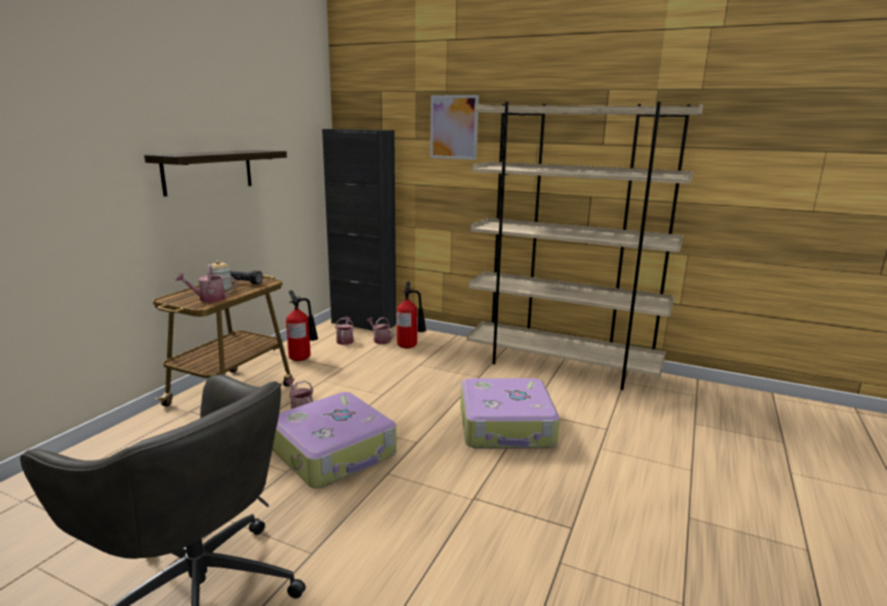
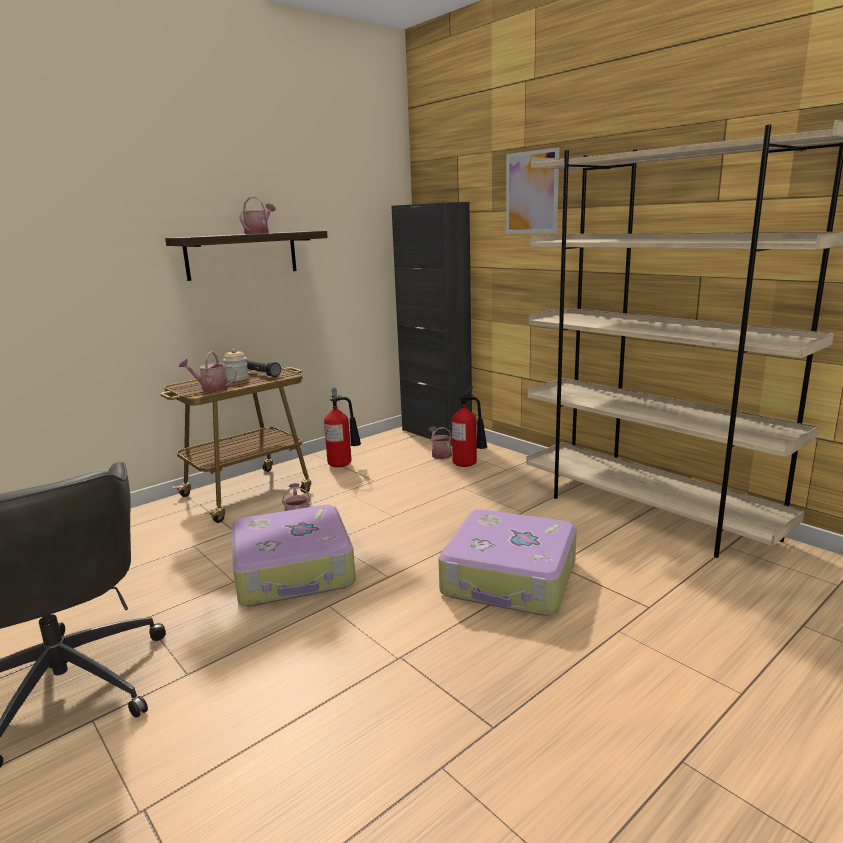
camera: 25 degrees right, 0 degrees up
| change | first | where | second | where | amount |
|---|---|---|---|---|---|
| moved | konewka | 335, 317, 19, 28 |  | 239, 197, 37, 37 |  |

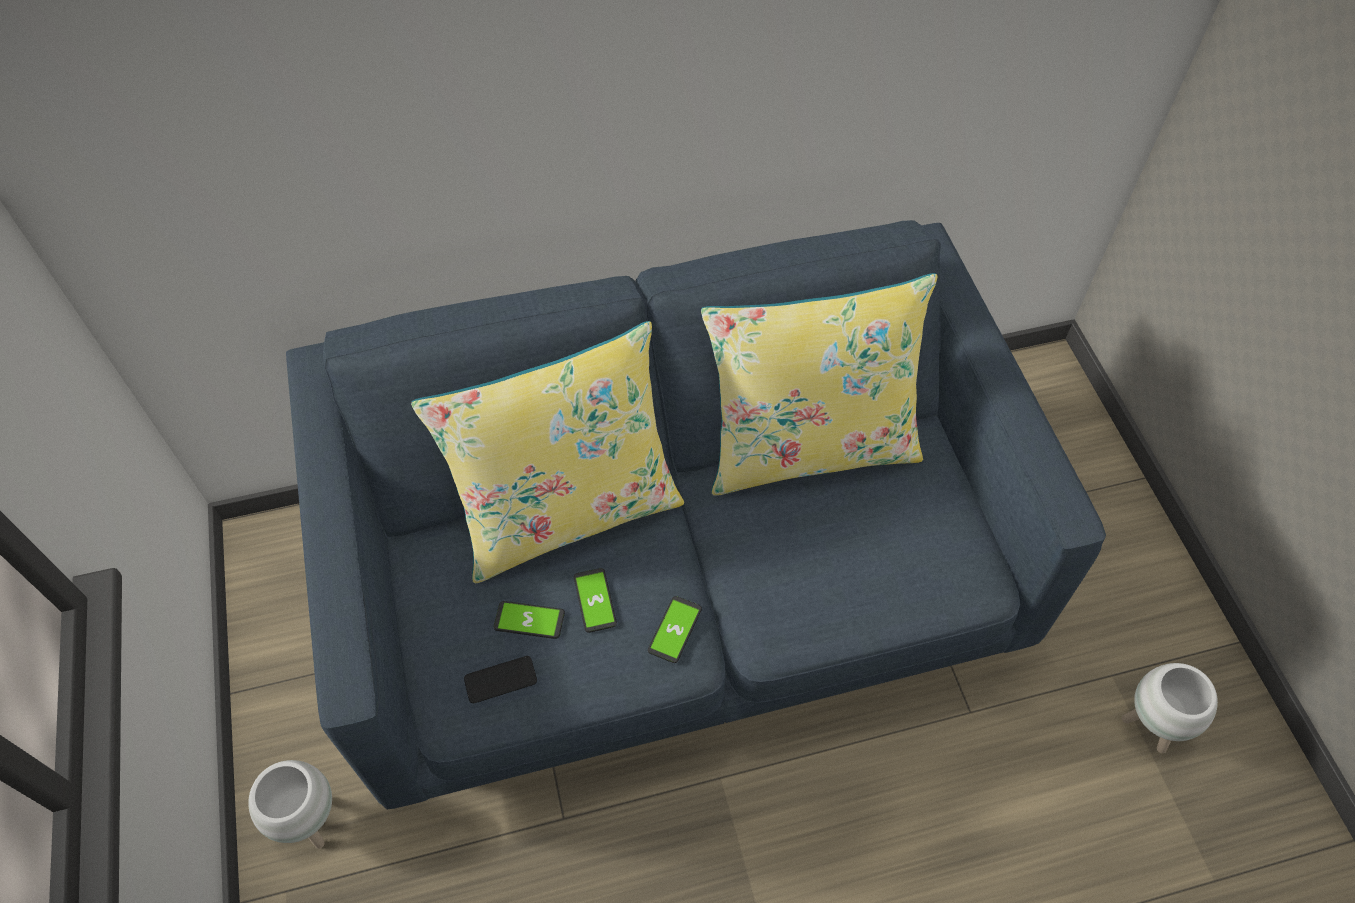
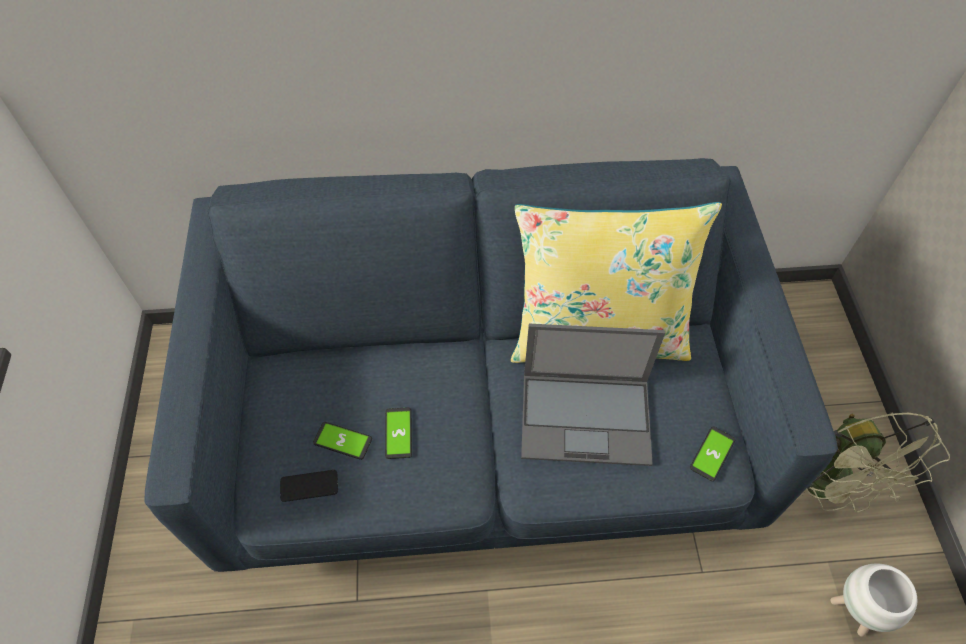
camera: 10 degrees right, 0 degrees up
| change | first | where | second | where | amount |
|---|---|---|---|---|---|
| removed | poduszka/żółty | 411, 321, 273, 262 |  |  |  |
| moved | telefon | 648, 596, 54, 67 |  | 690, 427, 45, 54 |  |
| removed | donica/biały | 248, 760, 84, 89 |  |  |  |
| added |  |  | laptop | 521, 324, 144, 142 |  |
| added |  |  | wentylator/zielony | 797, 413, 153, 99 |  |

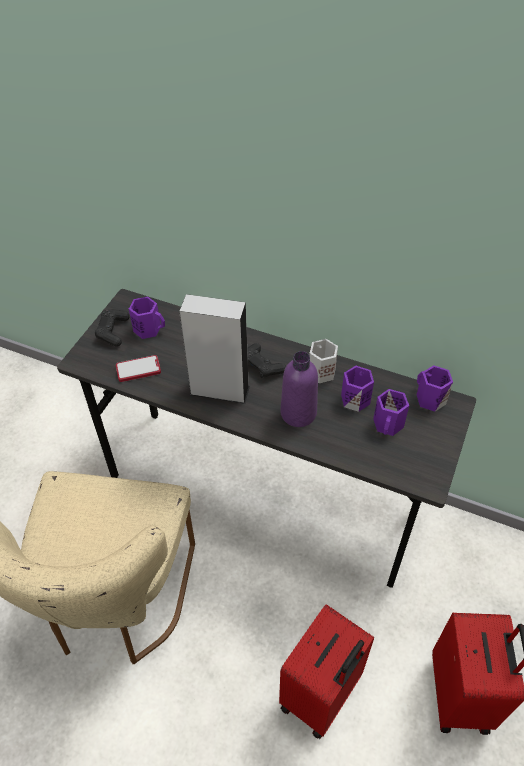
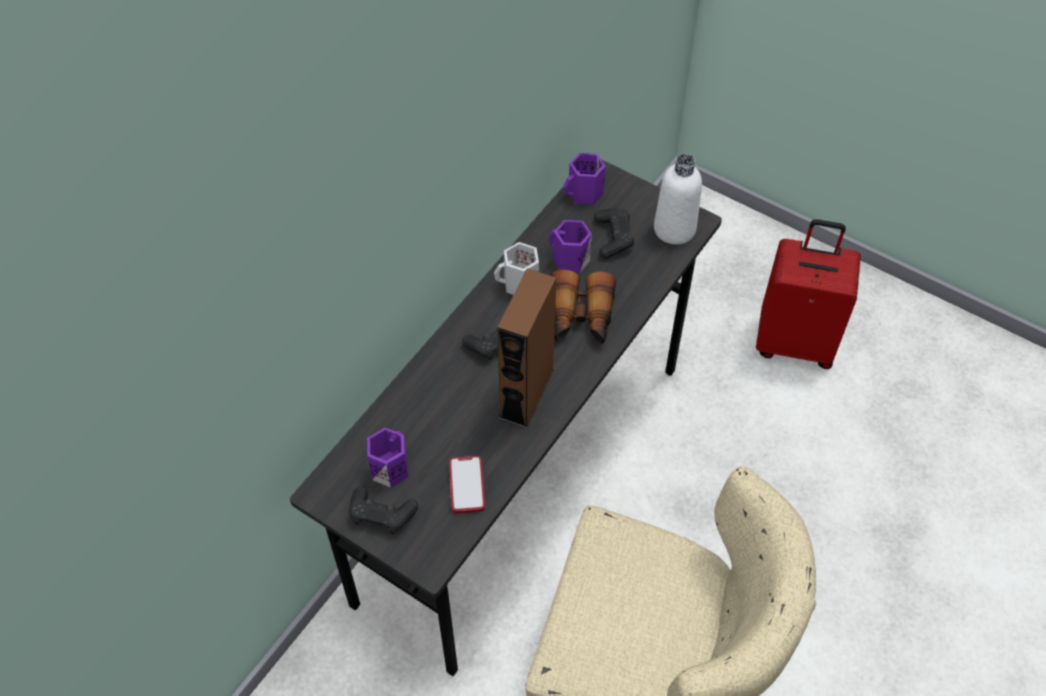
camera: 80 degrees left, 5 degrees up
| change | first | where | second | where | amount |
|---|---|---|---|---|---|
| recoloured | głośnik/szary | 179, 294, 71, 110 | głośnik/brązowy | 497, 268, 59, 161 |  |
| replaced | butelka/fioletowy | 280, 351, 38, 76 | lornetka | 550, 270, 66, 74 |  |
| replaced | kubek/fioletowy | 373, 389, 36, 47 | pad do gier/czarny | 594, 209, 40, 50 |  |
| removed | walizka/czerwony | 279, 604, 95, 135 |  |  |  |
| added |  |  | butelka/biały | 654, 154, 48, 91 |  |

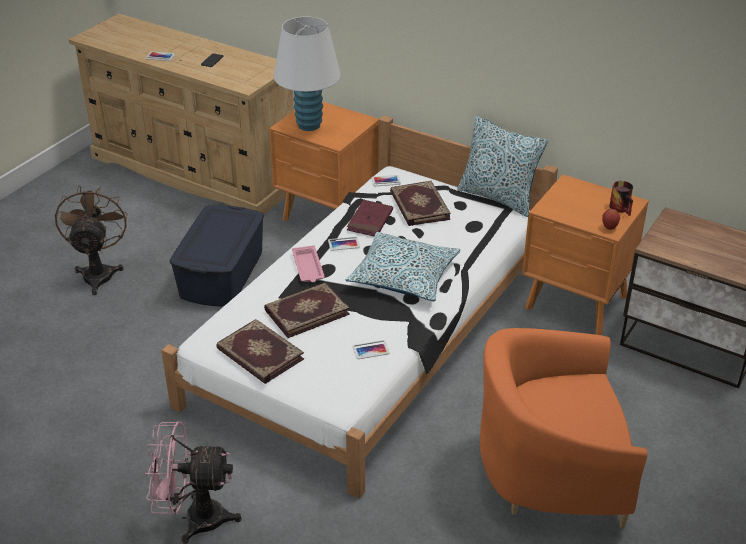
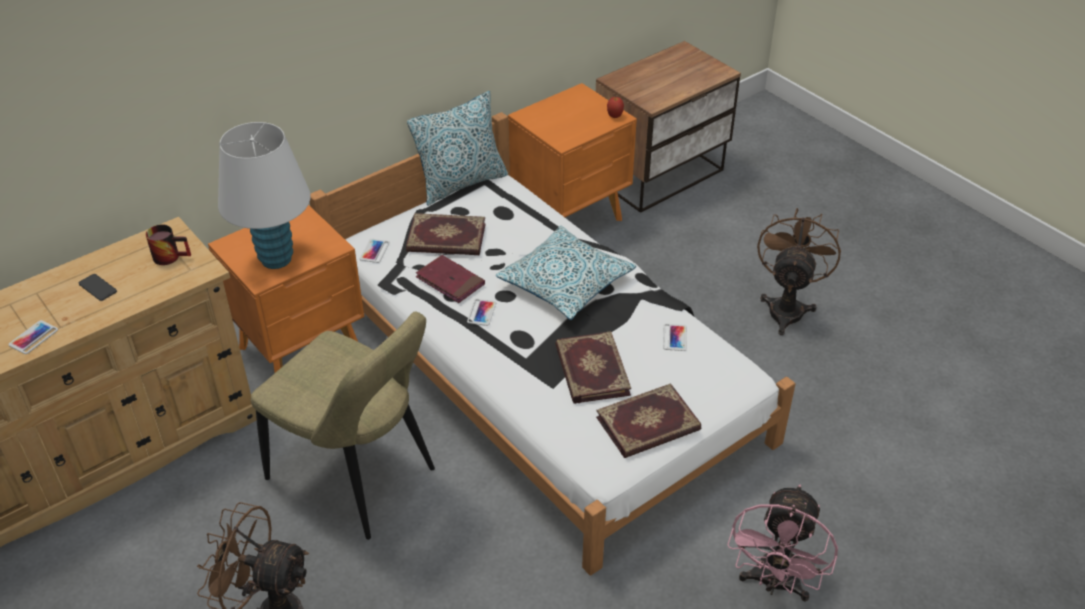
camera: 70 degrees left, 5 degrees up
| change | first | where | second | where | amount |
|---|---|---|---|---|---|
| moved | kubek | 610, 181, 23, 35 |  | 146, 225, 45, 40 |  |
| replaced | pojemnik do przechowywania/niebieski | 170, 205, 94, 102 | krzesło/beżowy | 251, 311, 184, 229 |  |
| removed | taca/różowy | 292, 245, 33, 37 |  |  |  |
| replaced | fotel/pomarańczowy | 480, 328, 168, 200 | wentylator/brązowy | 757, 208, 84, 127 |  |

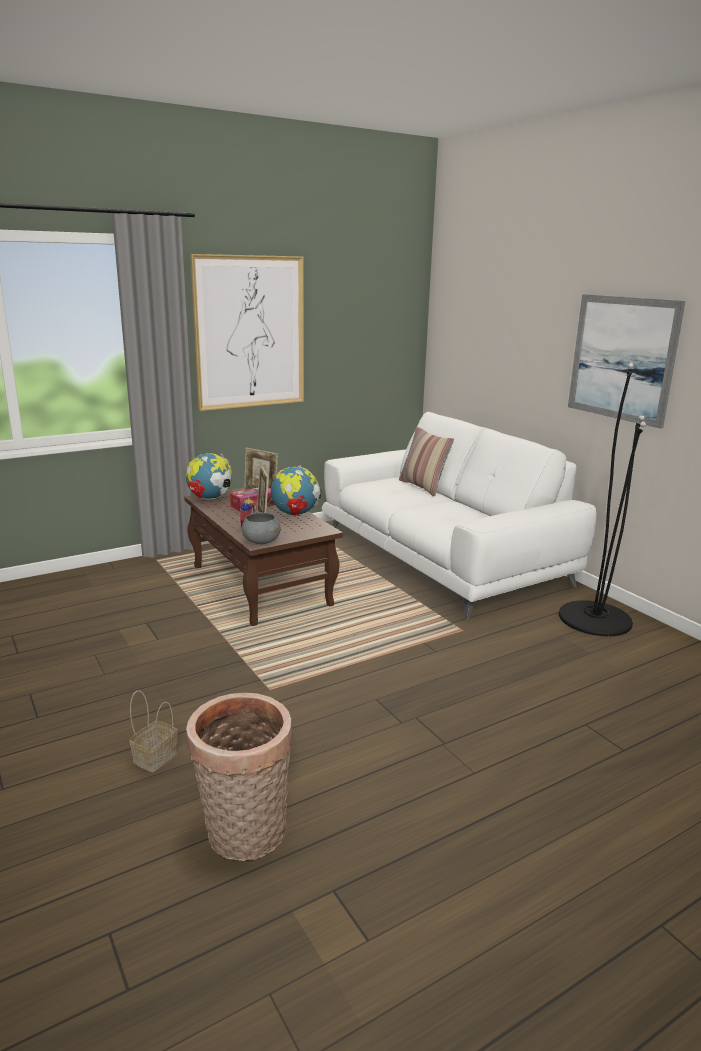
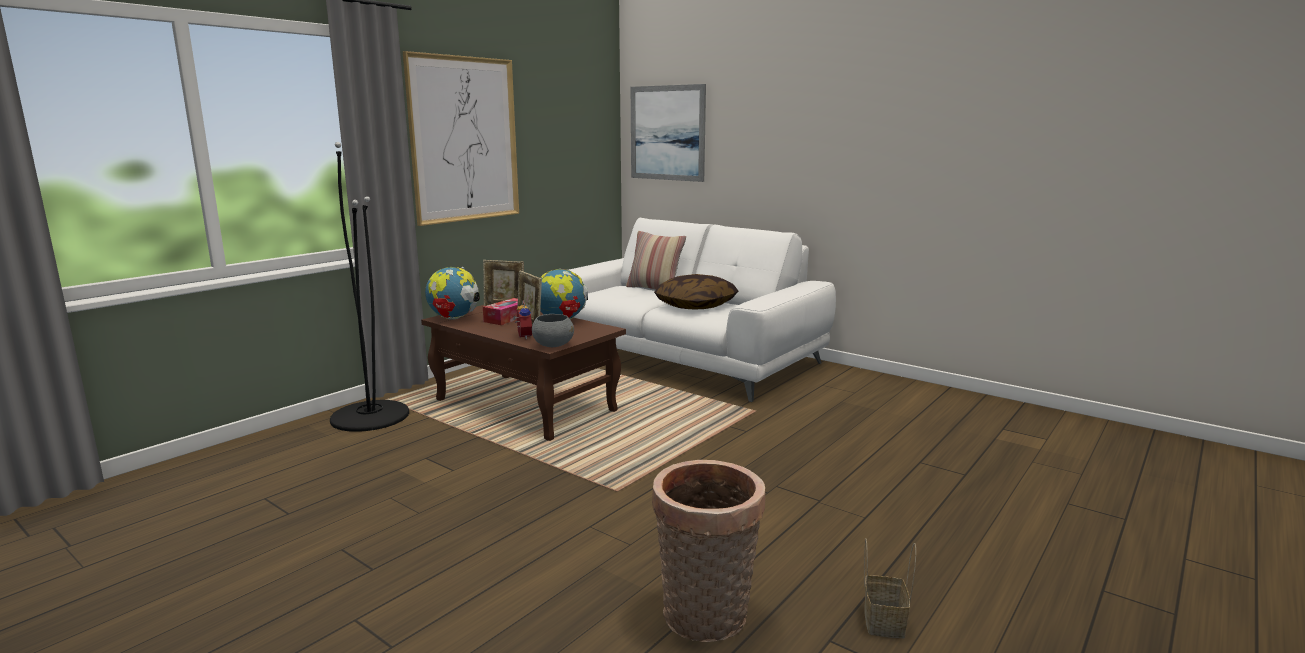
camera: 20 degrees left, 5 degrees down
| change | first | where | second | where | amount |
|---|---|---|---|---|---|
| moved | obraz | 568, 294, 117, 135 |  | 631, 84, 75, 98 |  |
| moved | lampa stojąca/czarny | 559, 363, 87, 273 |  | 330, 142, 79, 290 |  |
| moved | koszyk | 129, 690, 49, 82 |  | 864, 538, 52, 100 |  |
| added |  |  | poduszka | 654, 274, 84, 36 |  |

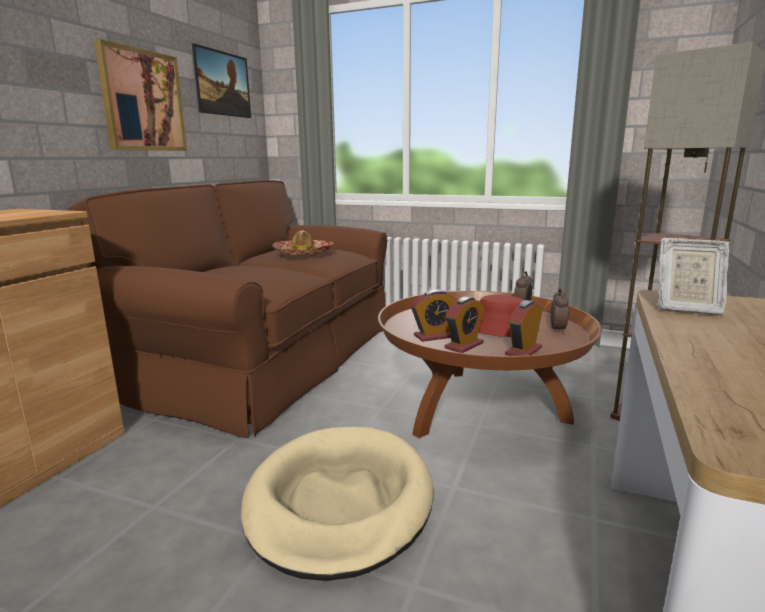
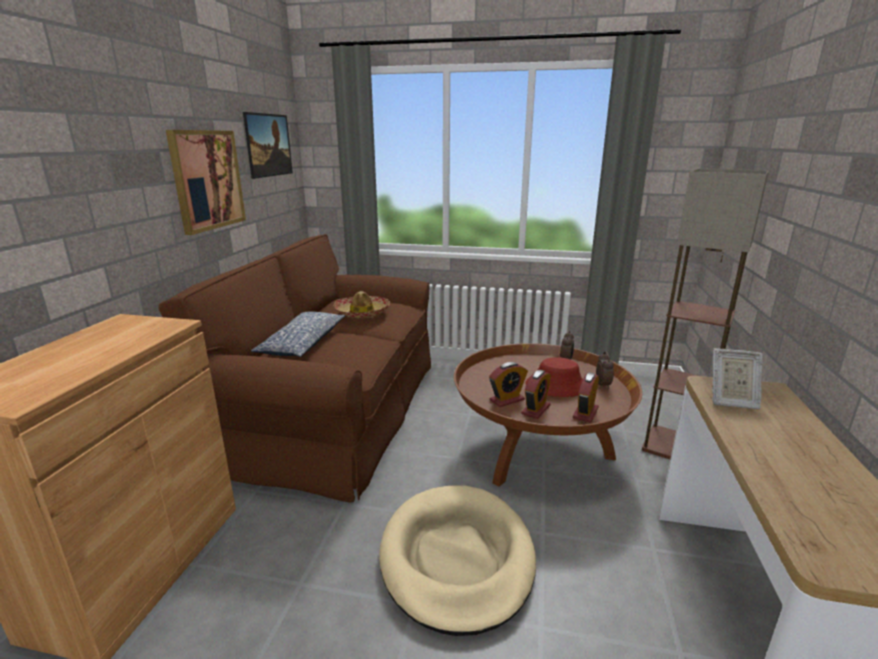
camera: 10 degrees left, 5 degrees up
| change | first | where | second | where | amount |
|---|---|---|---|---|---|
| added |  |  | poduszka | 251, 312, 94, 45 |  |

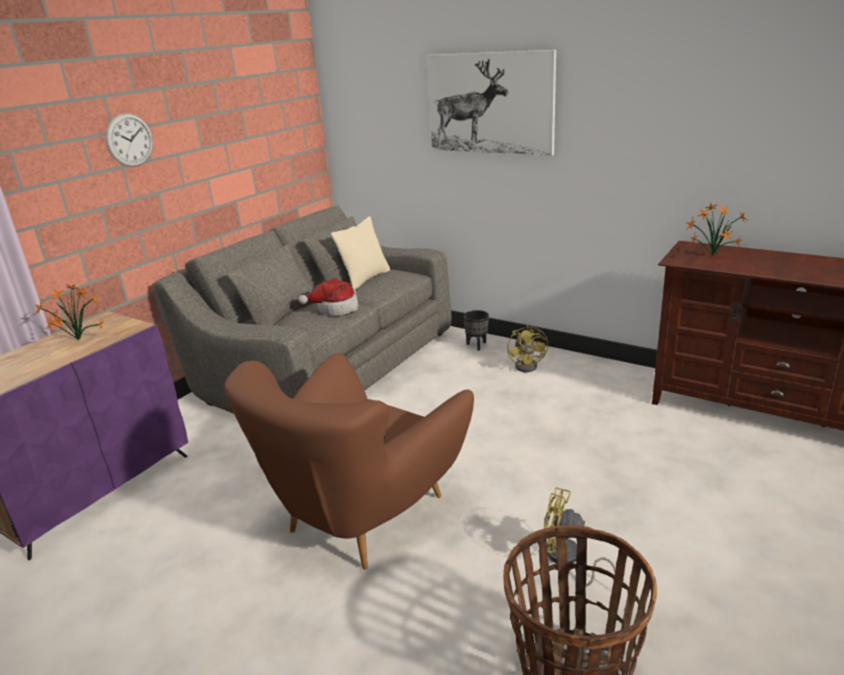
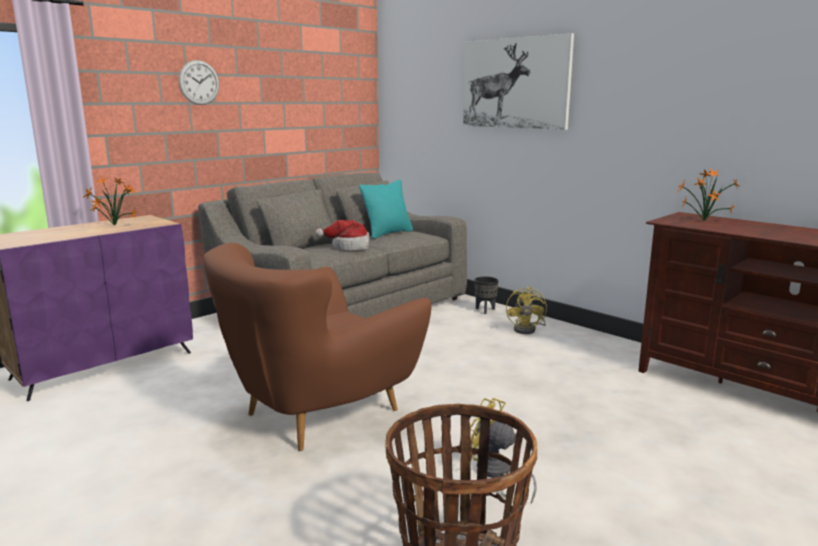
camera: 10 degrees right, 10 degrees down
| change | first | where | second | where | amount |
|---|---|---|---|---|---|
| recoloured | poduszka/beżowy | 331, 216, 59, 74 | poduszka/turkusowy | 359, 180, 54, 59 |  |

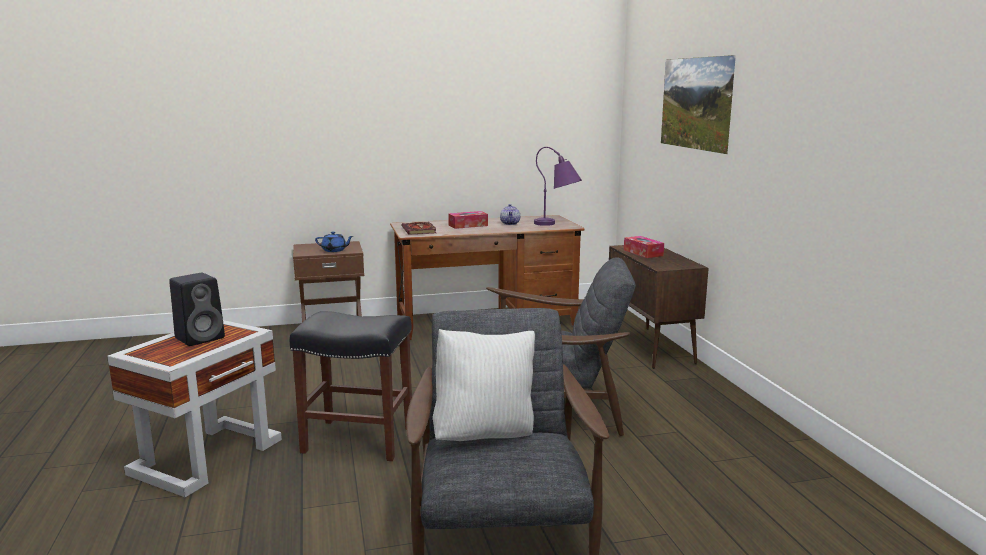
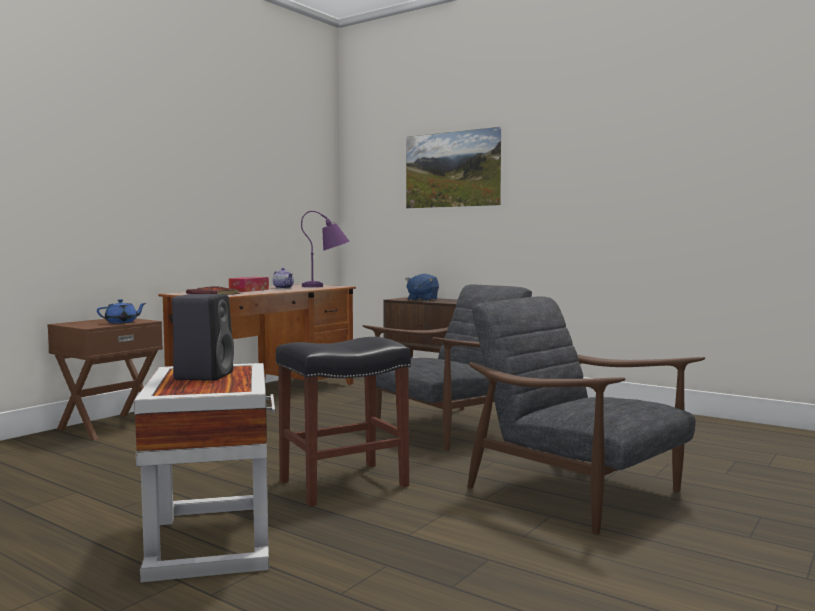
camera: 40 degrees left, 10 degrees down
| change | first | where | second | where | amount |
|---|---|---|---|---|---|
| replaced | pudełko chusteczek | 624, 236, 40, 22 | pluszak/niebieski | 405, 274, 34, 27 |  |
| removed | poduszka/biały | 433, 329, 102, 112 |  |  |  |

